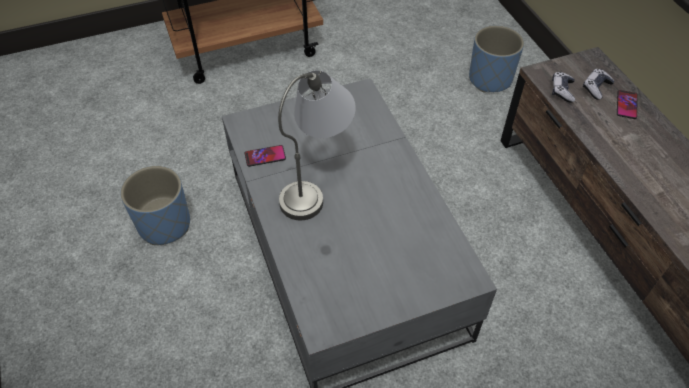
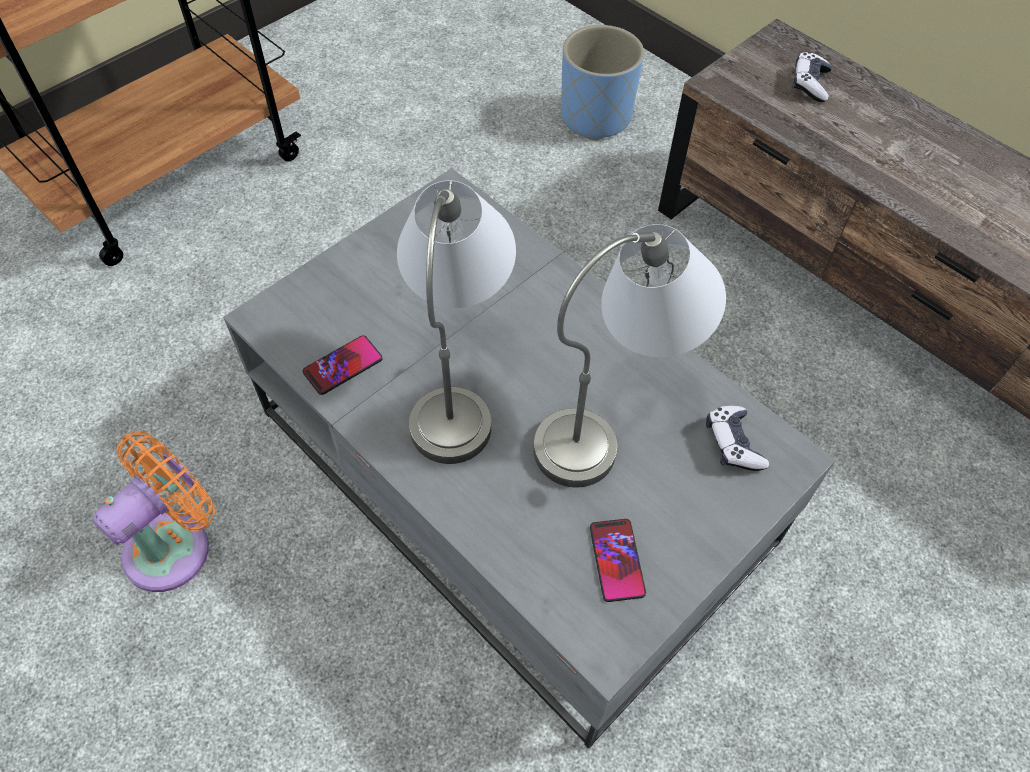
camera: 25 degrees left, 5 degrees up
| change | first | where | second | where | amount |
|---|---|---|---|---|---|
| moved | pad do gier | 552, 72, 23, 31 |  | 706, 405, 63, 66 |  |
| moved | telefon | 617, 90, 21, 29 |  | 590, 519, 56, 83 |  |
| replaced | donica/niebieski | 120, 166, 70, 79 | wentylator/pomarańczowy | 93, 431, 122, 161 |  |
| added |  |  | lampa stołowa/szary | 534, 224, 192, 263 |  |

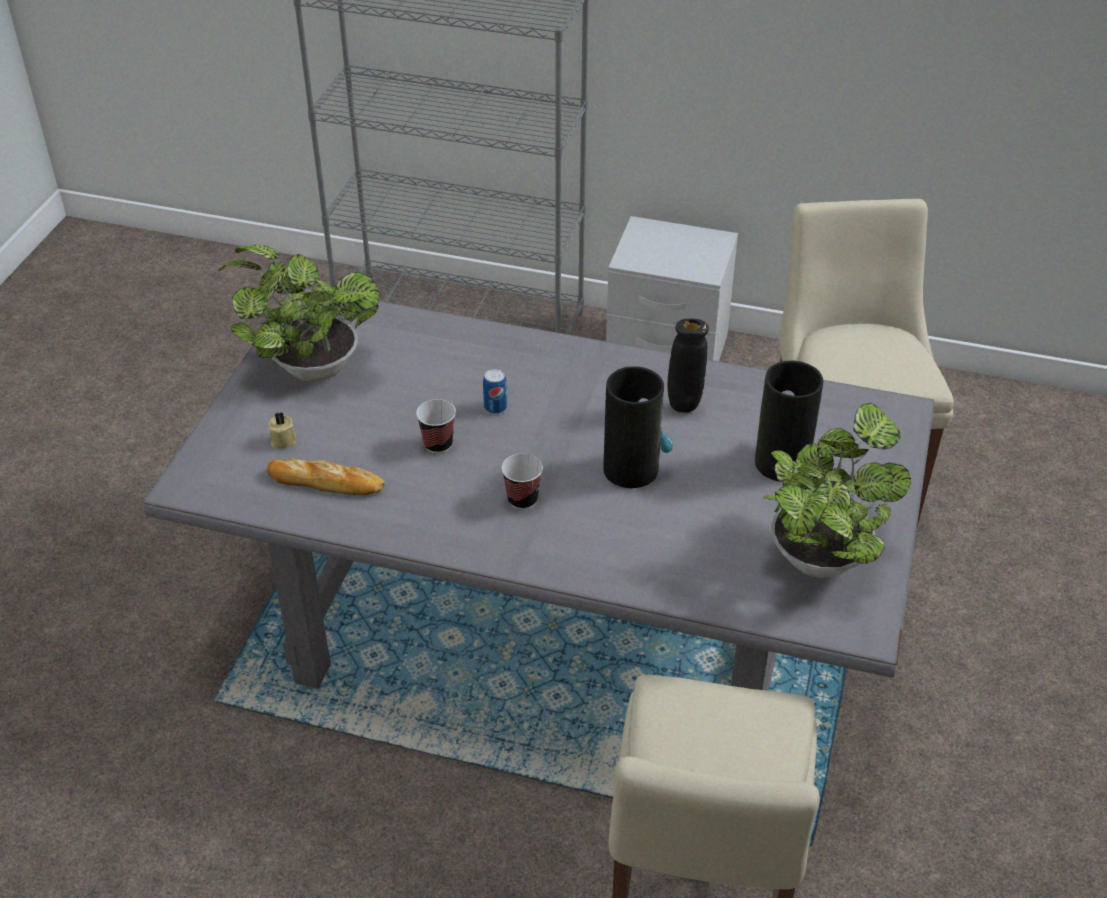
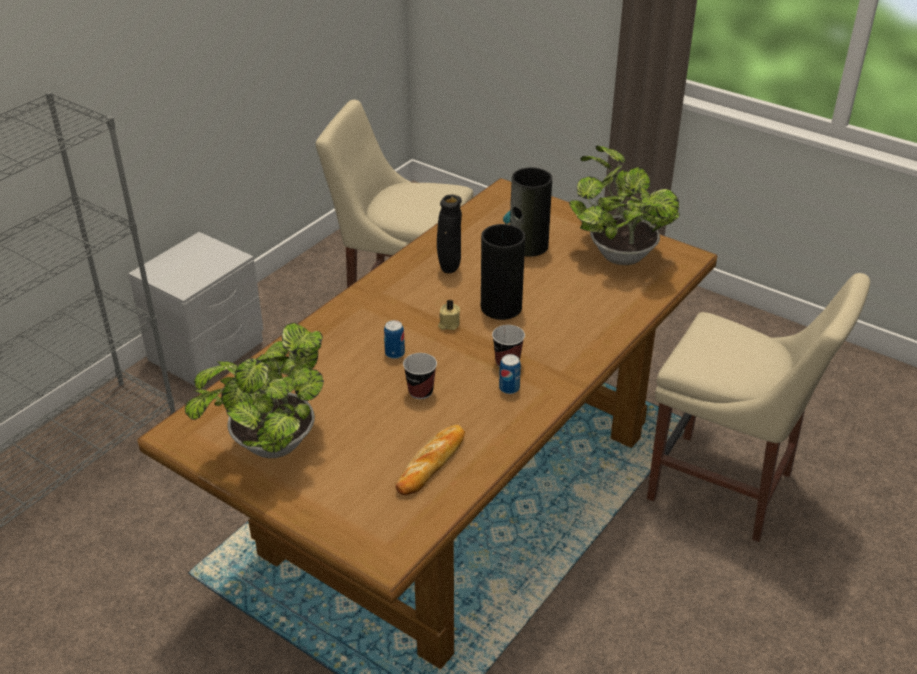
camera: 70 degrees left, 5 degrees down
| change | first | where | second | where | amount |
|---|---|---|---|---|---|
| recoloured | stół jadalny/szary | 143, 288, 792, 403 | stół jadalny/brązowy | 137, 178, 580, 491 |  |
| moved | świeca/beżowy | 268, 412, 28, 37 |  | 438, 300, 22, 30 |  |
| added |  |  | puszka | 499, 354, 22, 40 |  |

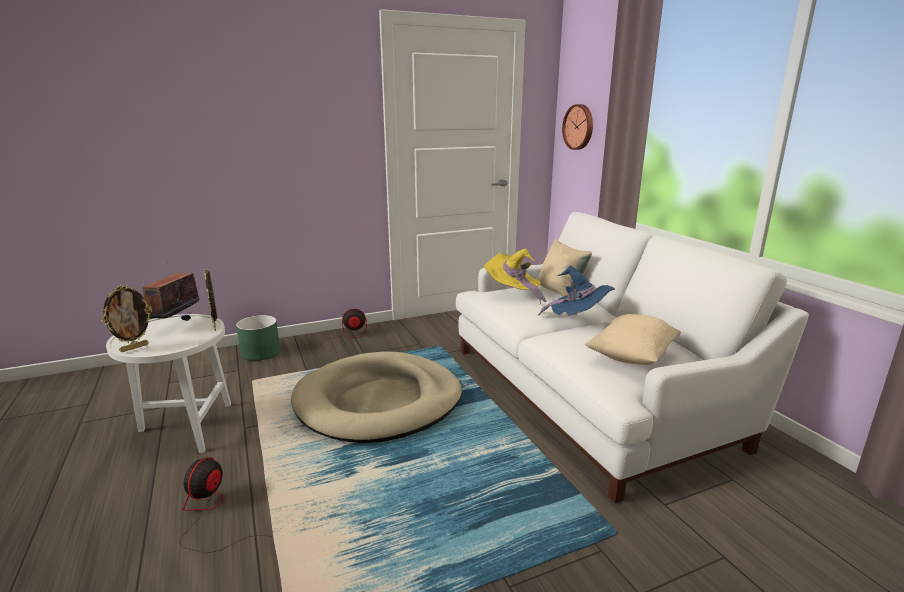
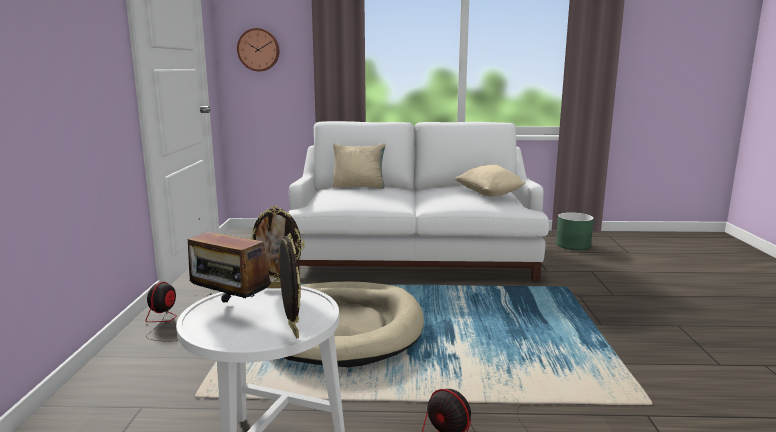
camera: 65 degrees left, 5 degrees down
| change | first | where | second | where | amount |
|---|---|---|---|---|---|
| removed | kapelusz/żółty | 485, 248, 61, 56 |  |  |  |
| removed | kapelusz/niebieski | 538, 266, 77, 50 |  |  |  |
| moved | donica/zielony | 236, 315, 44, 46 |  | 556, 212, 38, 38 |  |

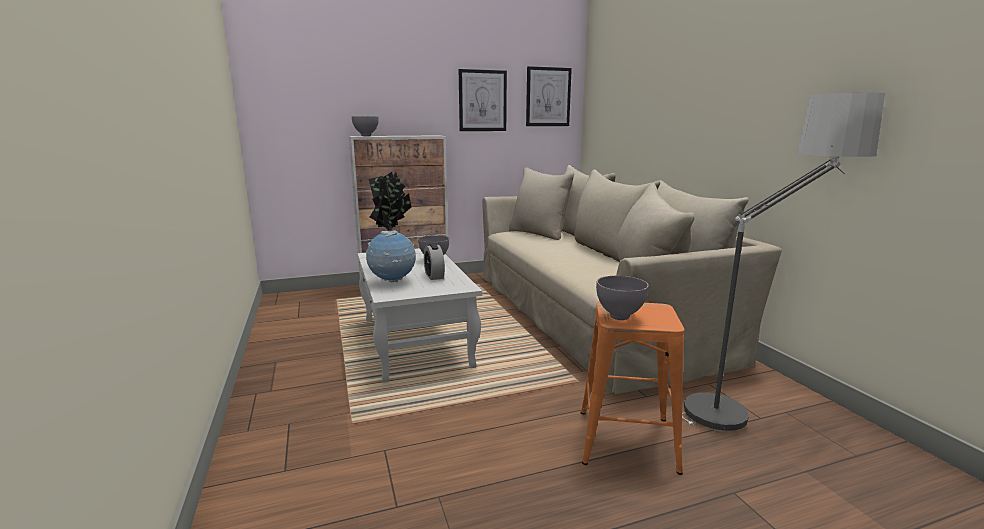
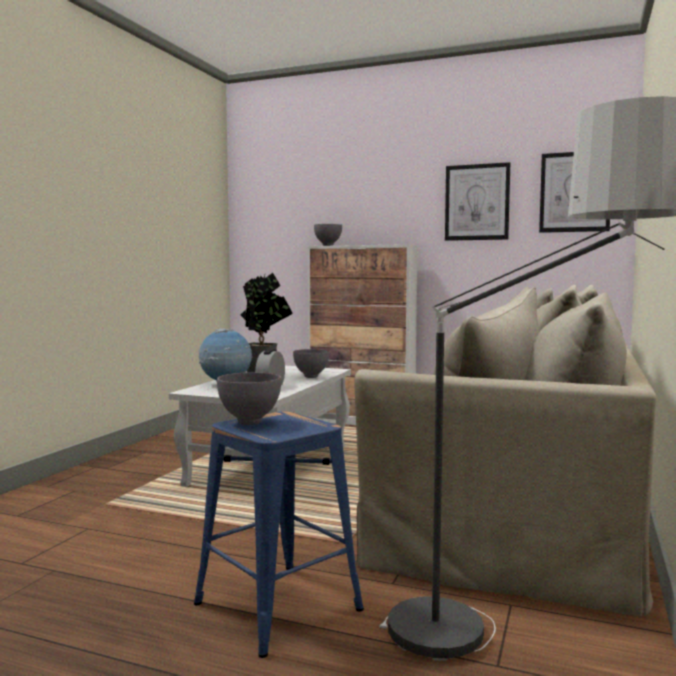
camera: 40 degrees right, 10 degrees down
| change | first | where | second | where | amount |
|---|---|---|---|---|---|
| recoloured | stołek/pomarańczowy | 581, 301, 104, 174 | stołek/niebieski | 194, 411, 170, 247 |  |

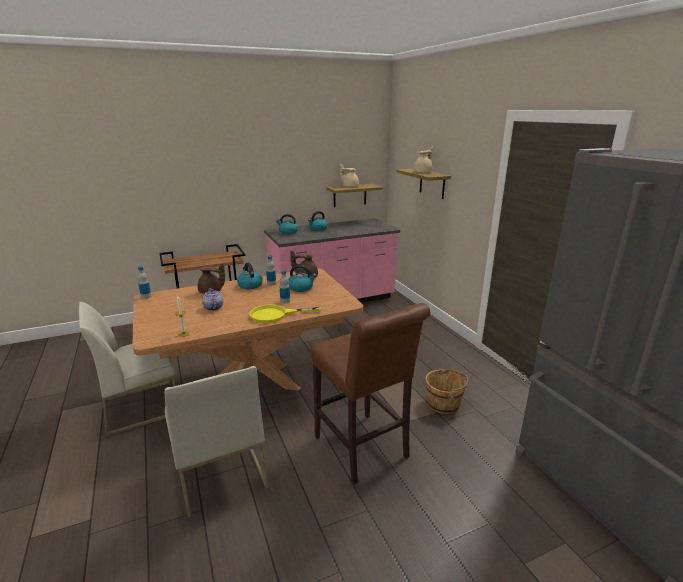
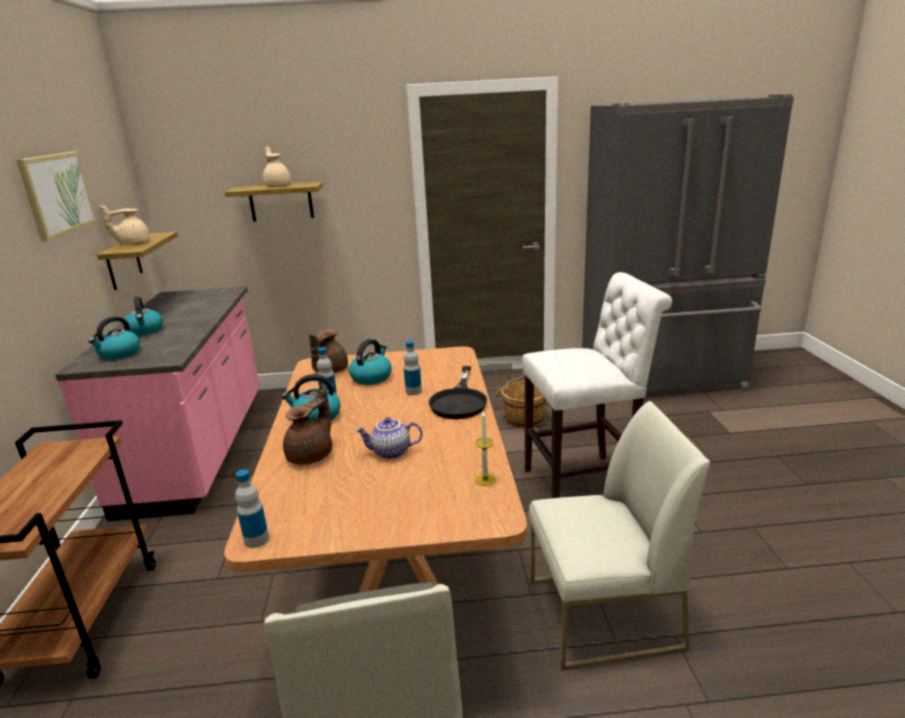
camera: 70 degrees left, 0 degrees up
| change | first | where | second | where | amount |
|---|---|---|---|---|---|
| recoloured | stołek/brązowy | 310, 303, 120, 182 | stołek/biały | 522, 272, 150, 226 |  |
| recoloured | patelnia/żółty | 249, 305, 72, 18 | patelnia/czarny | 429, 366, 58, 53 |  |
| added |  |  | obraz | 16, 151, 81, 90 |  |

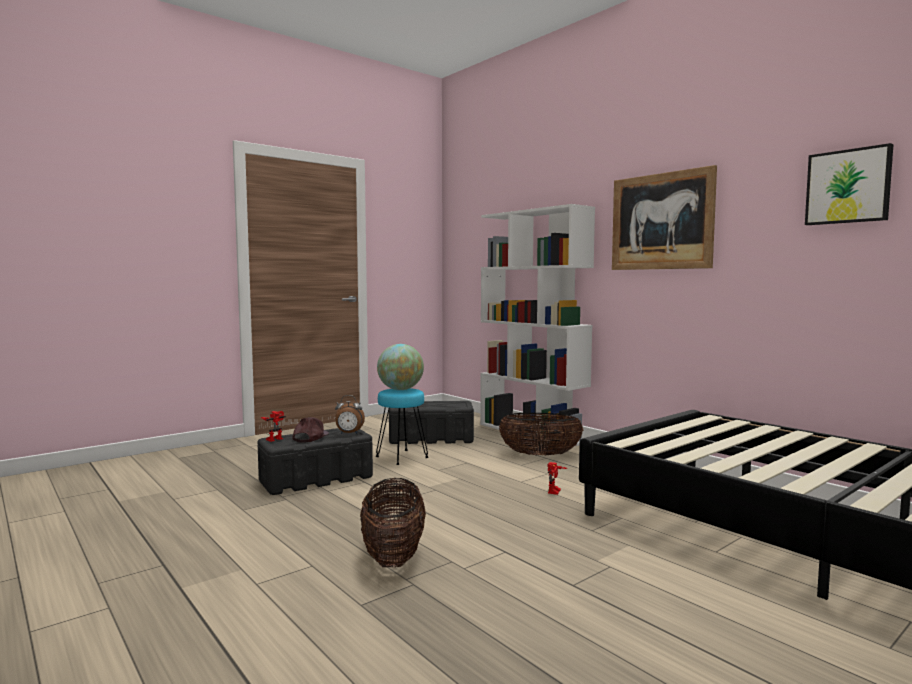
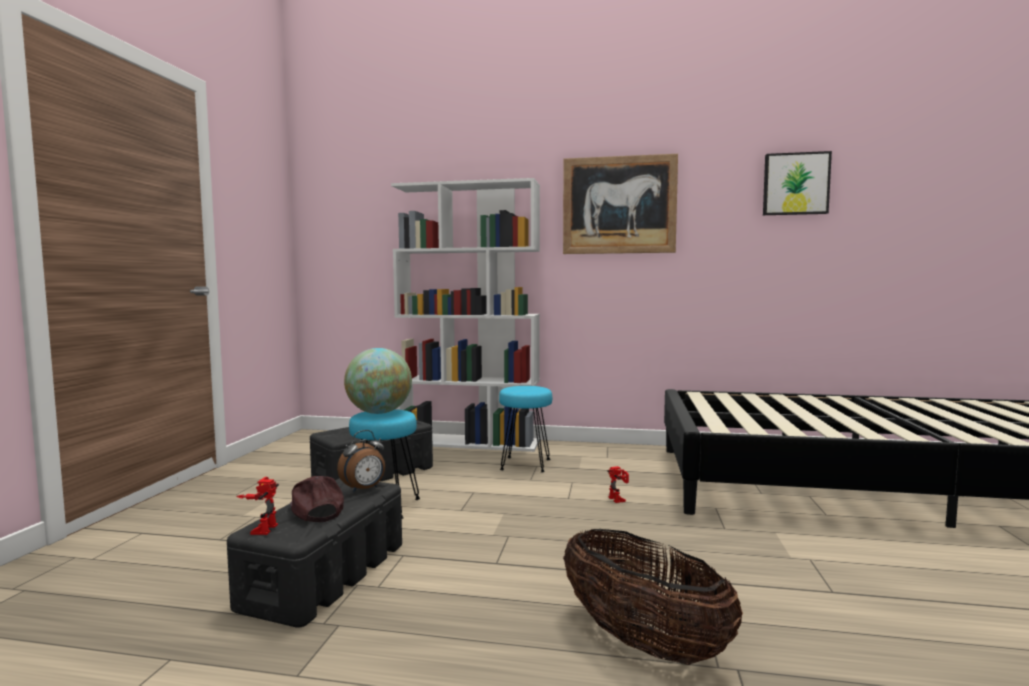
camera: 40 degrees left, 0 degrees up
| change | first | where | second | where | amount |
|---|---|---|---|---|---|
| replaced | koszyk | 499, 413, 84, 43 | stołek/turkusowy | 499, 386, 53, 86 |  |

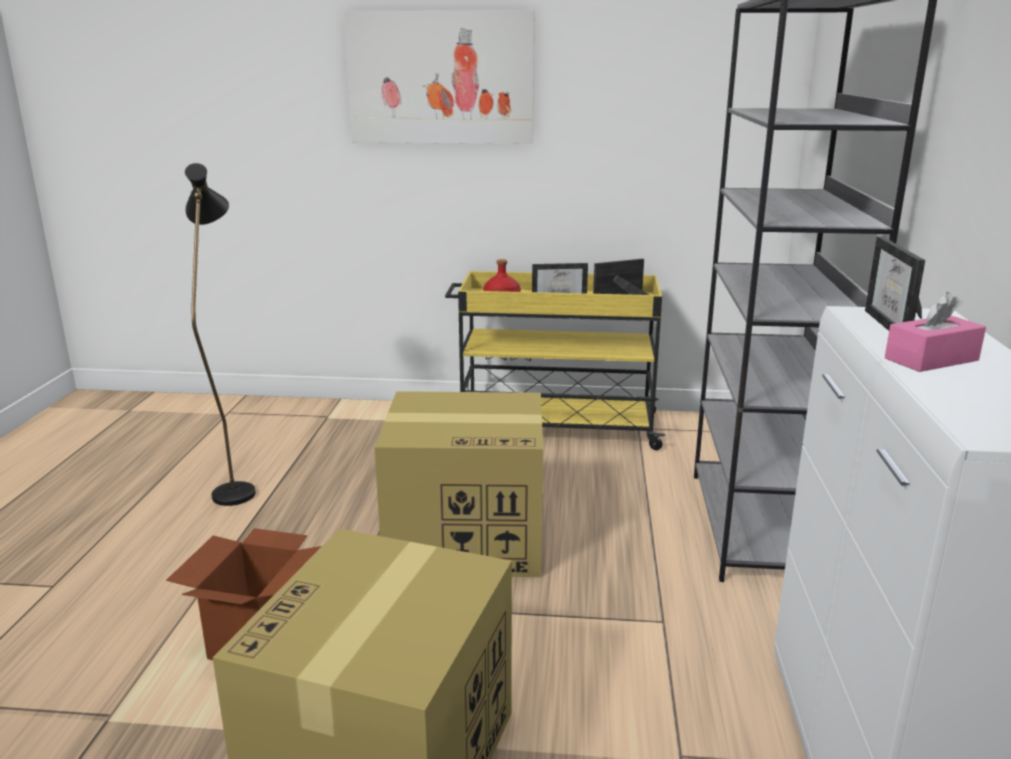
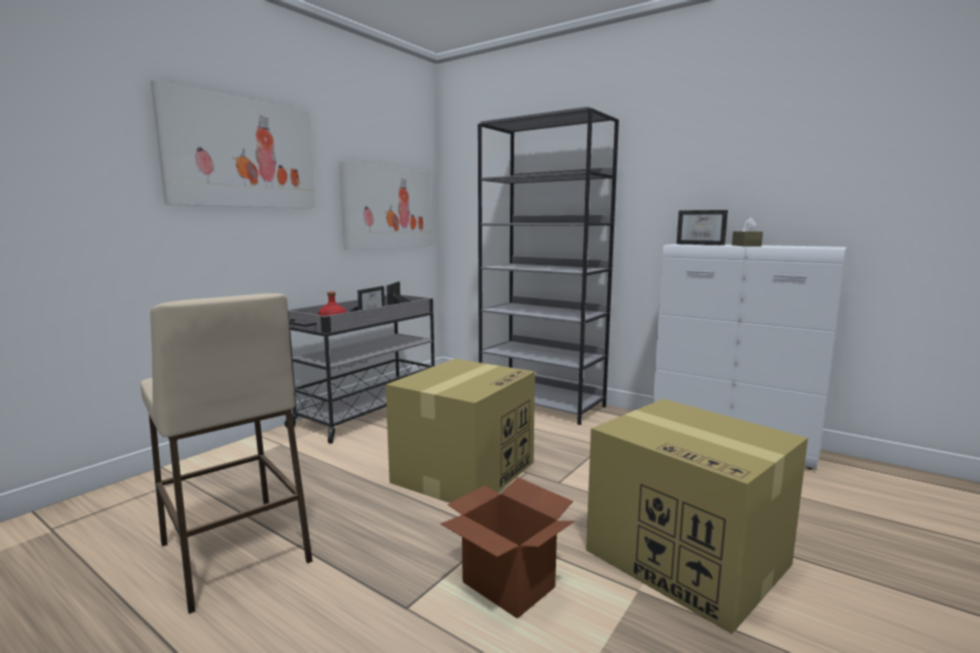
camera: 60 degrees left, 10 degrees down
| change | first | where | second | where | amount |
|---|---|---|---|---|---|
| replaced | lampa stojąca/czarny | 185, 163, 71, 343 | stołek/beżowy | 140, 293, 173, 321 |  |
| recoloured | wózek/żółty | 445, 271, 221, 179 | wózek/szary | 285, 295, 150, 149 |  |
| recoloured | pudełko chusteczek/różowy | 885, 292, 101, 80 | pudełko chusteczek/brązowy | 732, 217, 31, 30 |  |
| added |  |  | obraz | 339, 161, 94, 89 |  |

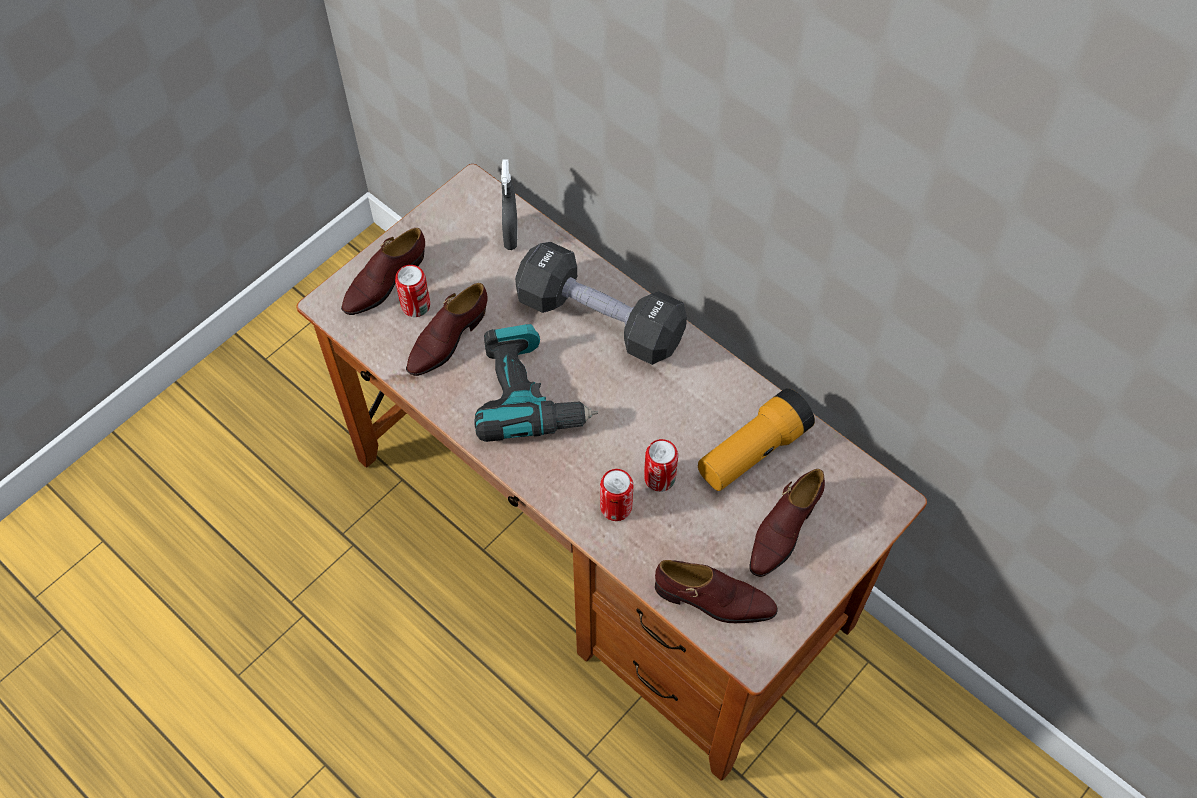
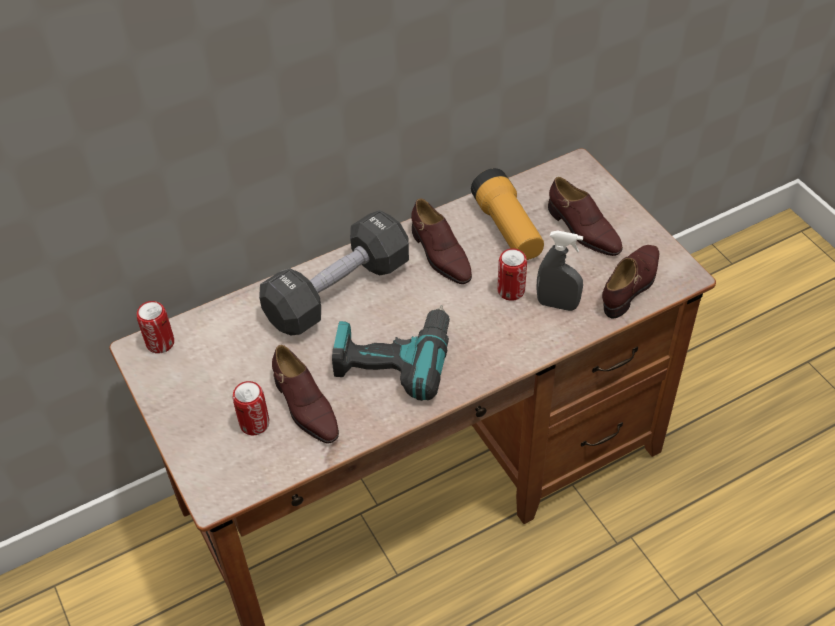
camera: 70 degrees left, 10 degrees down
| change | first | where | second | where | amount |
|---|---|---|---|---|---|
| moved | spryskiwacz/szary | 501, 160, 17, 90 |  | 537, 231, 46, 80 |  |
| moved | but/brązowy | 341, 228, 84, 87 |  | 411, 198, 61, 86 |  |
| moved | puszka | 600, 469, 33, 52 |  | 137, 301, 37, 53 |  |

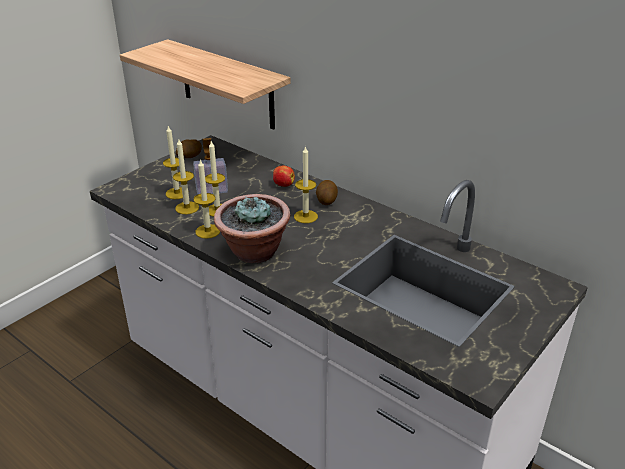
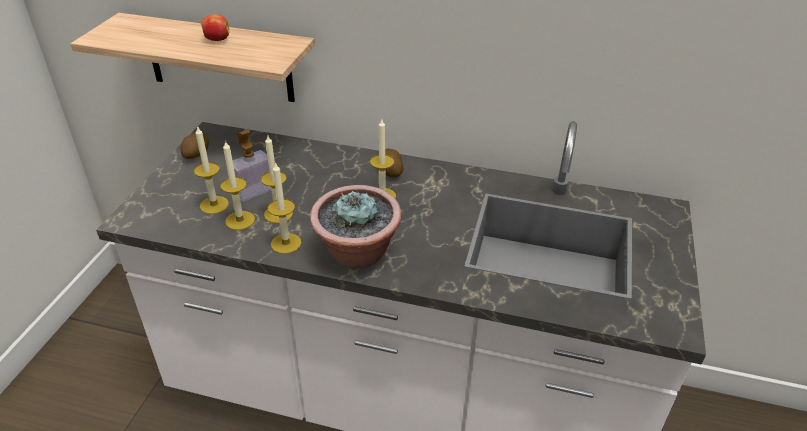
camera: 25 degrees left, 5 degrees up
| change | first | where | second | where | amount |
|---|---|---|---|---|---|
| moved | jabłko | 273, 166, 22, 21 |  | 201, 14, 28, 27 |  |

